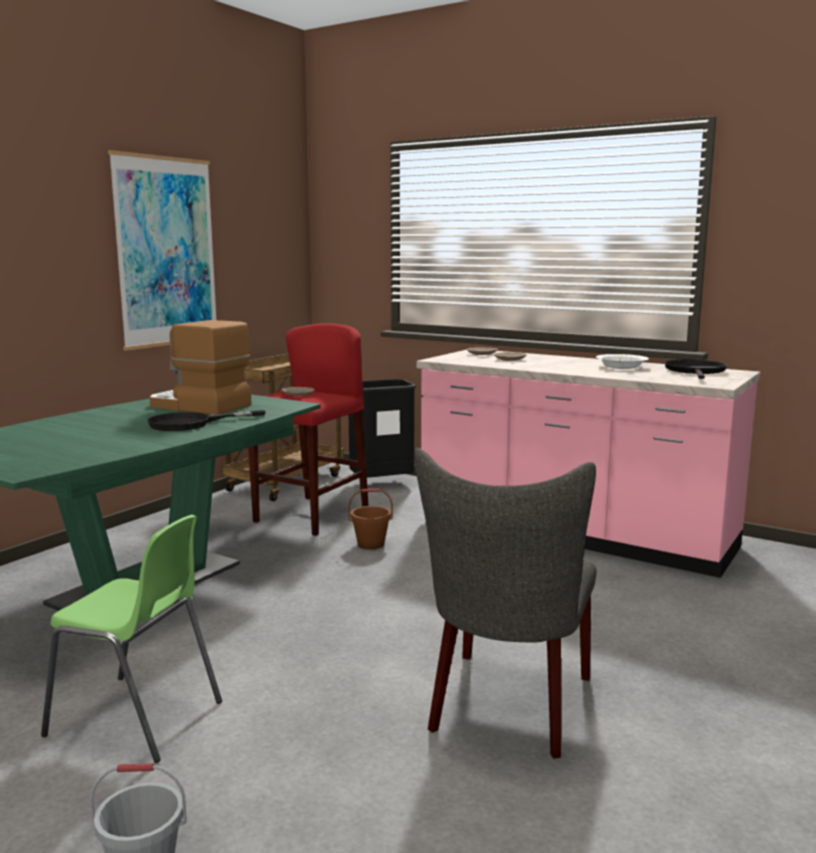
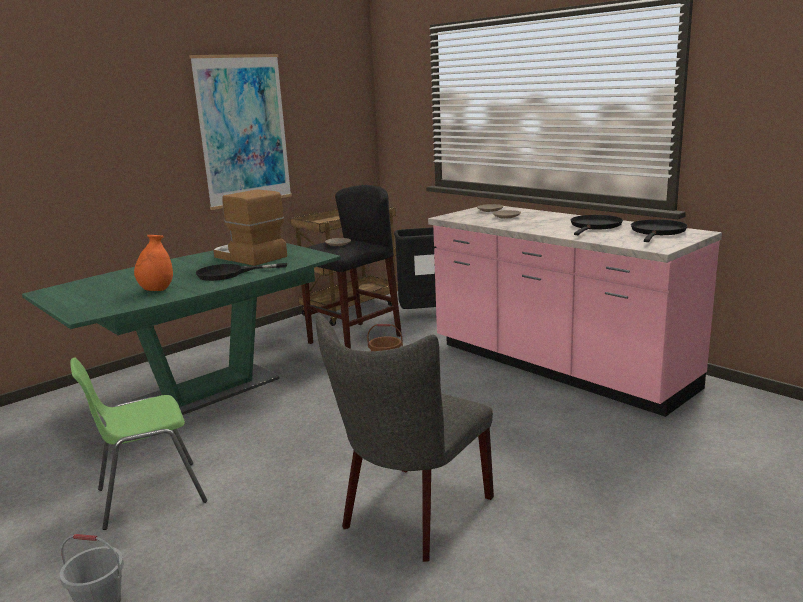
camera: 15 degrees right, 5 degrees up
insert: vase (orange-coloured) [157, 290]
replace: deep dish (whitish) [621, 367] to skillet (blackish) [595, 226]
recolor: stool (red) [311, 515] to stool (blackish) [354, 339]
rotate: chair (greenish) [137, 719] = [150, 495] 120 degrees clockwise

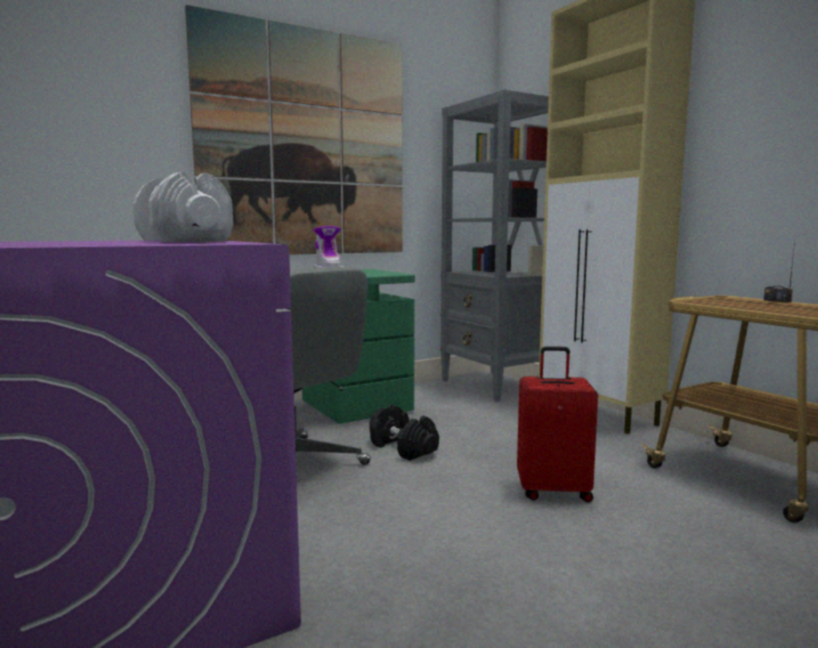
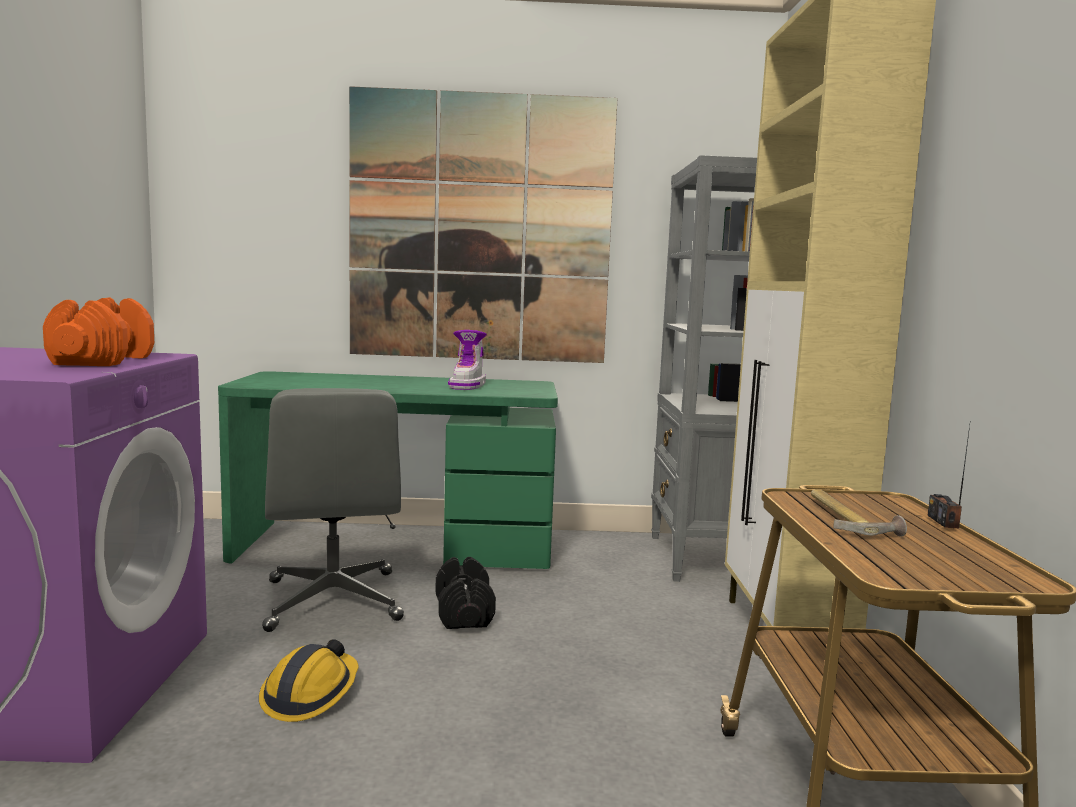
camera: 30 degrees right, 0 degrees up
delete: travel case (red) [553, 491]
insert: hard hat [310, 694]; hand hammer [847, 519]
recolor: hand weight (whitish) [183, 240] to hand weight (orange-coloured) [102, 360]

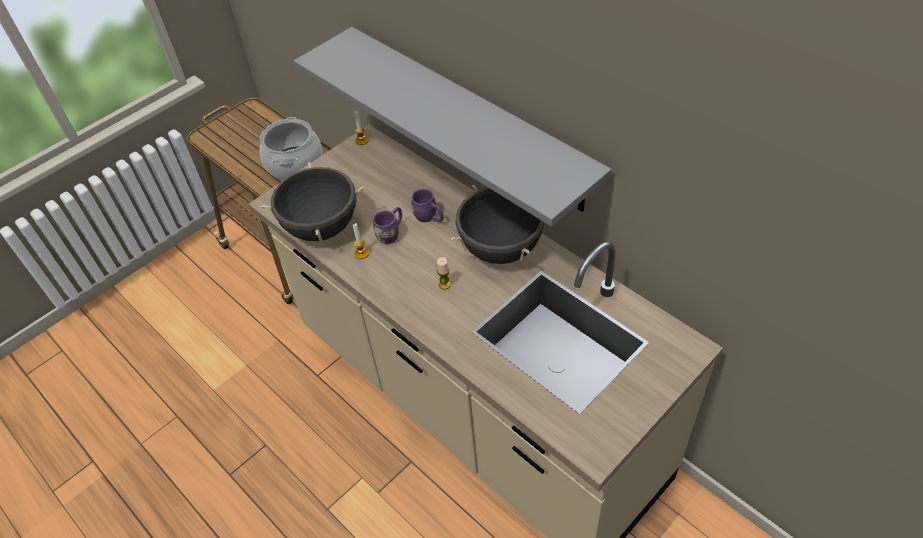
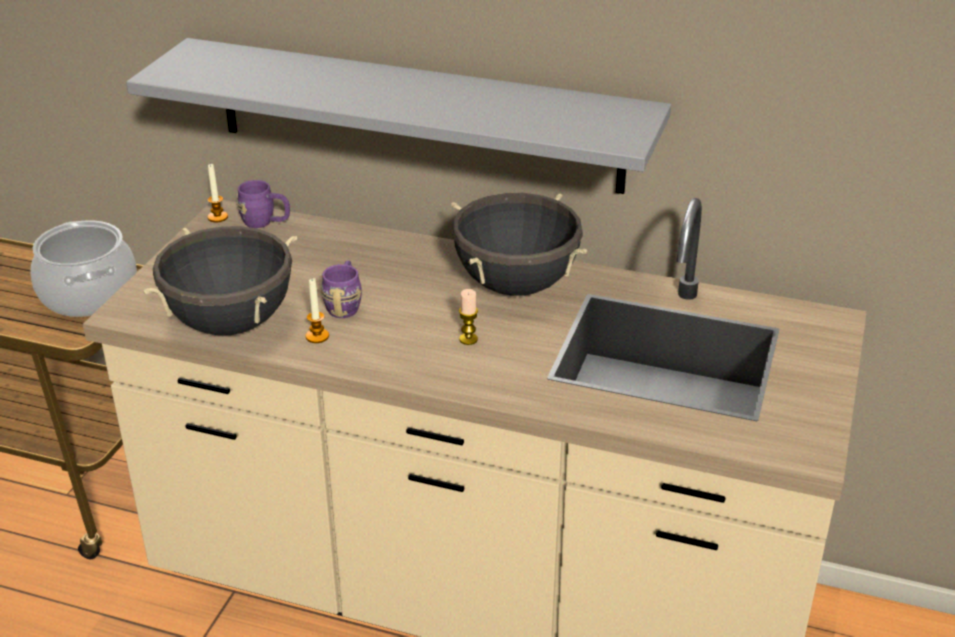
camera: 30 degrees left, 15 degrees down
move: mug (purple-coloured) [429, 218] to [265, 222]

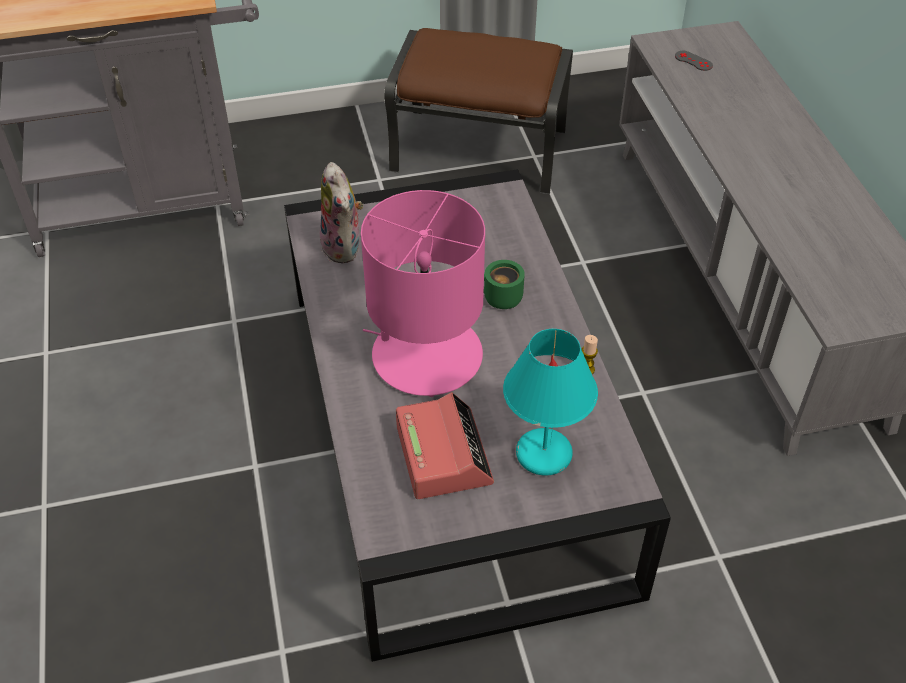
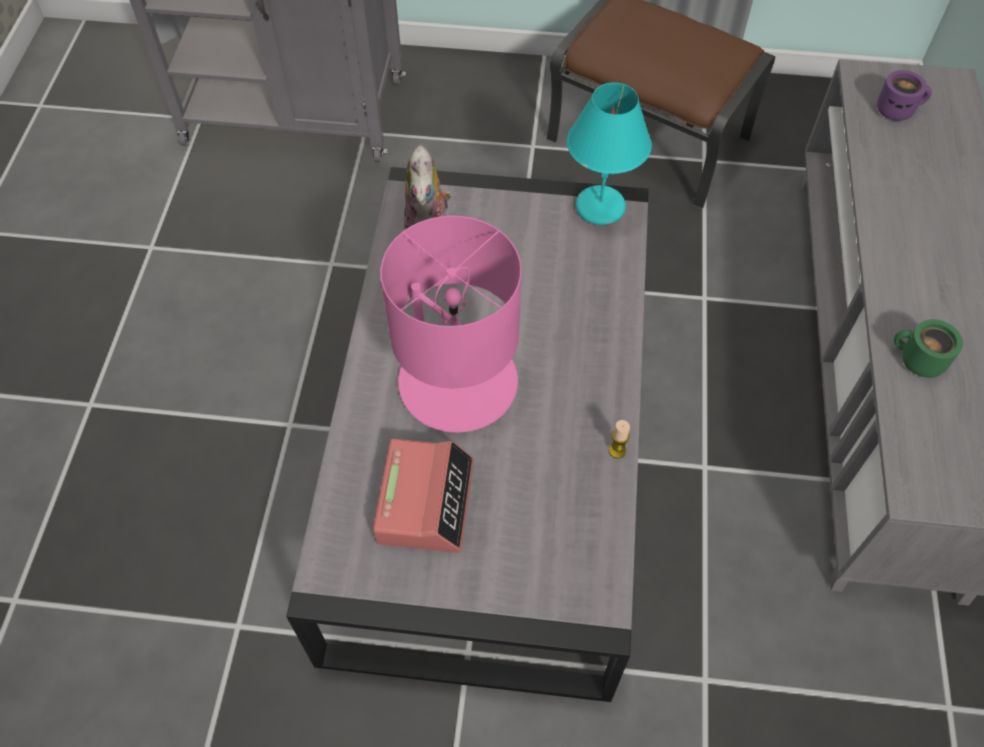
camera: 20 degrees right, 10 degrees up
move: mug (greenish) [499, 299] to [917, 361]; tabletop lamp (blue-green) [543, 453] to [599, 206]
replace: gamepad (gray) [693, 61] to mug (purple-coloured) [897, 109]

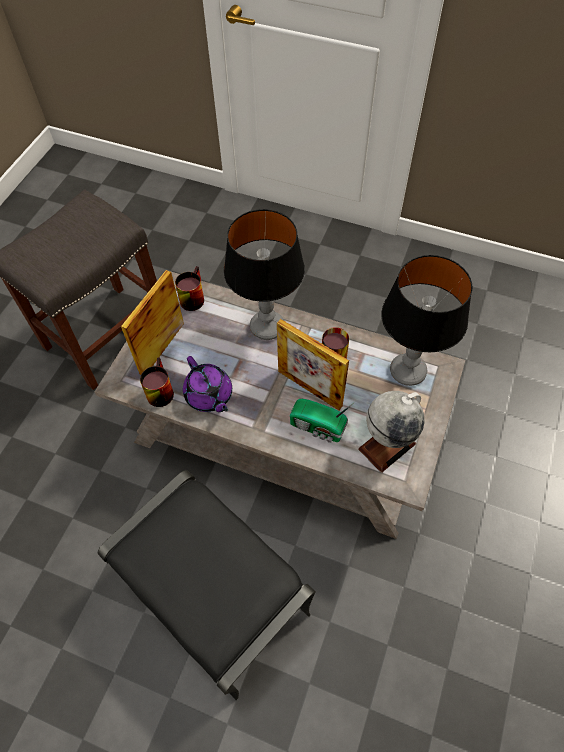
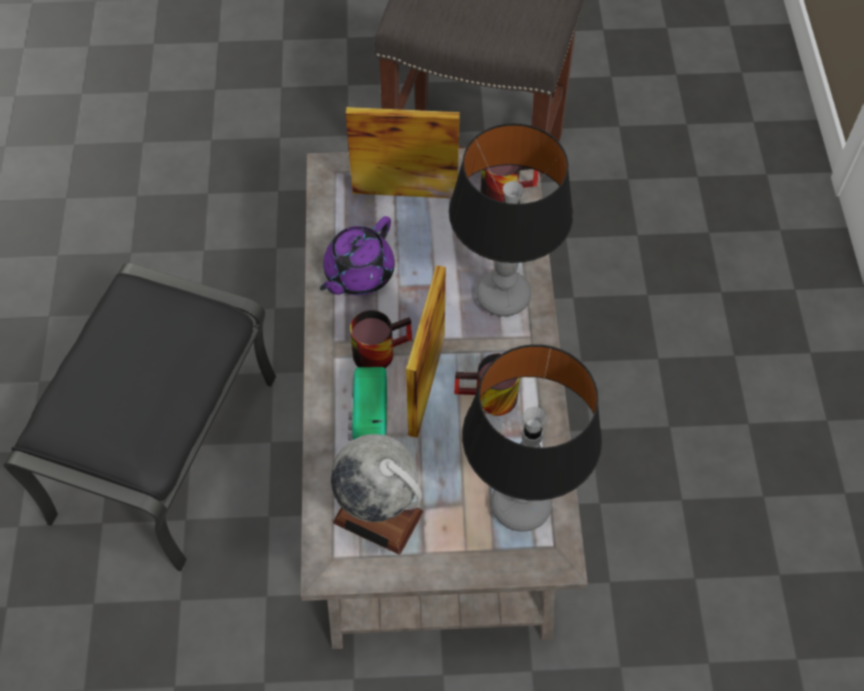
camera: 65 degrees right, 0 degrees up
move: mug [158, 390] to [378, 348]

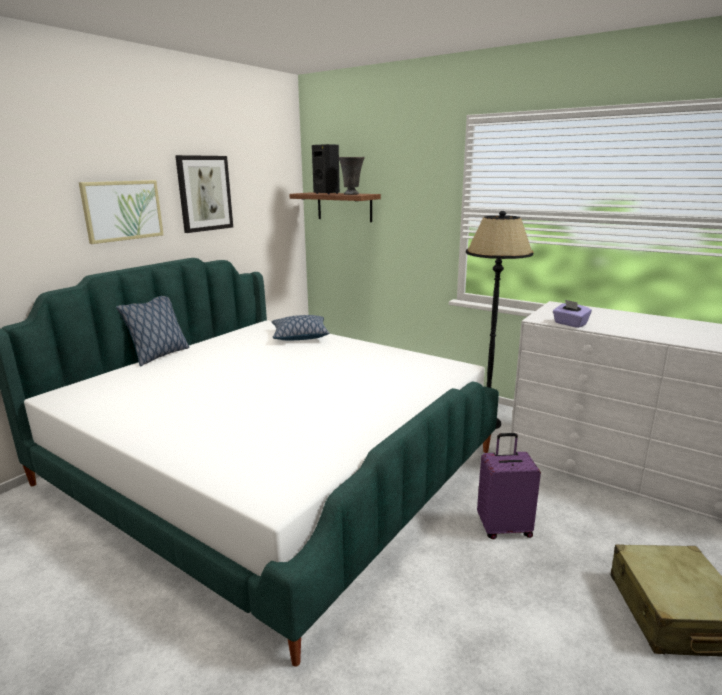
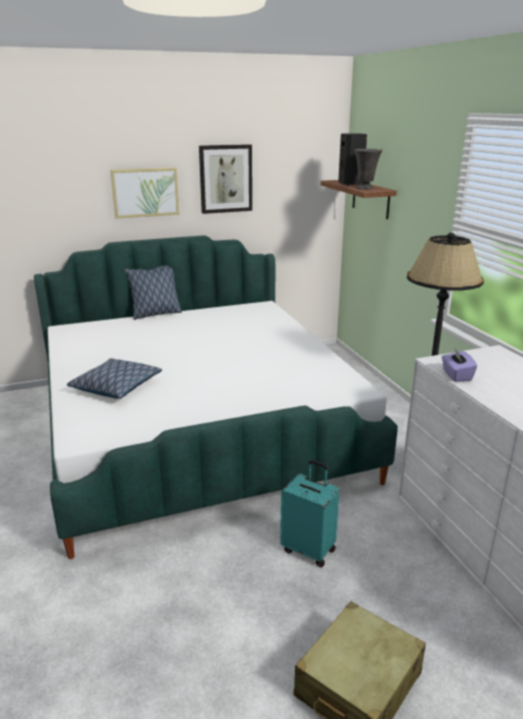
camera: 35 degrees right, 5 degrees up
move: throw pillow [299, 336] to [116, 387]
recolor: travel case (purple-coloured) [504, 527] to travel case (blue-green) [309, 549]

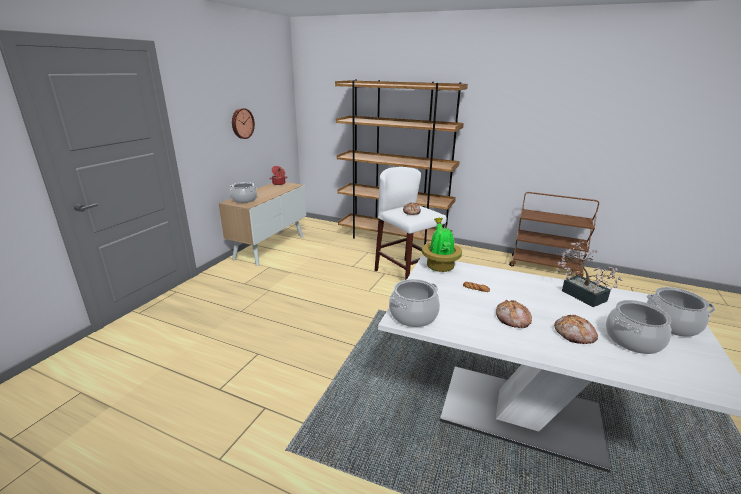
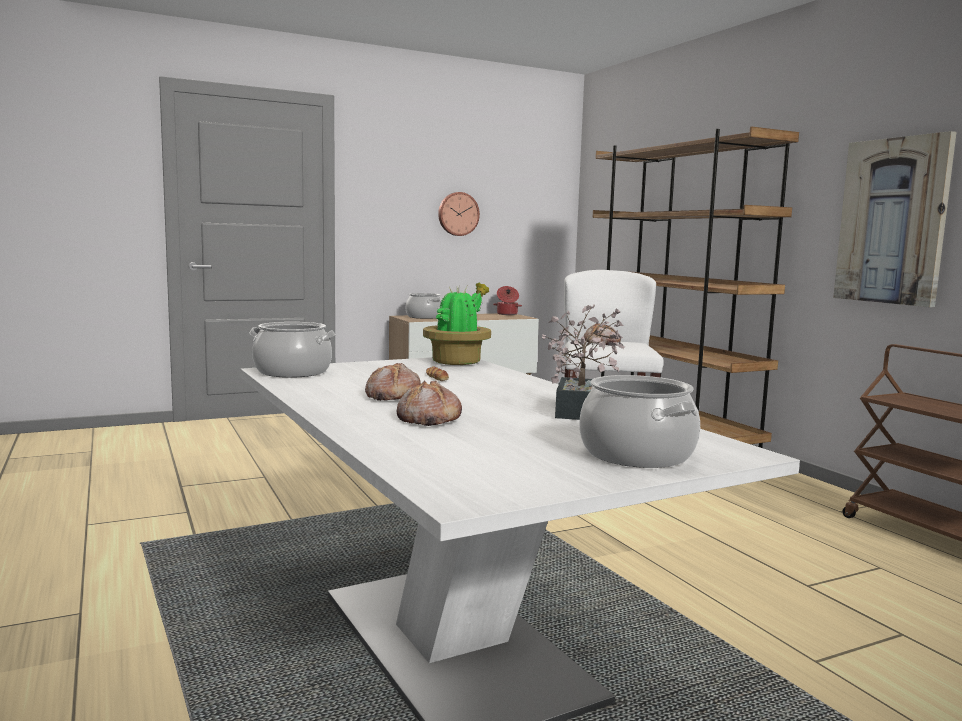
camera: 40 degrees right, 15 degrees down
delete: cooking pot [632, 340]
insert: wall picture [892, 221]

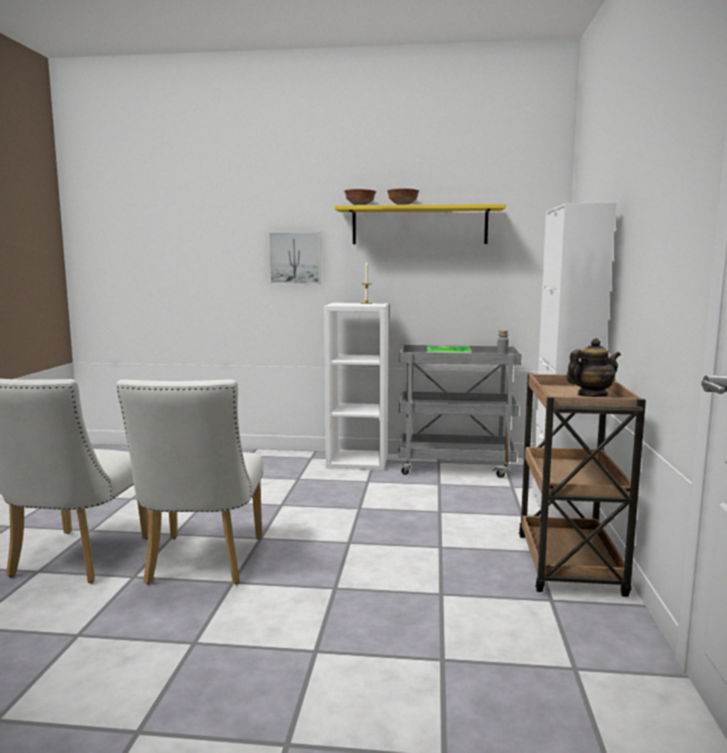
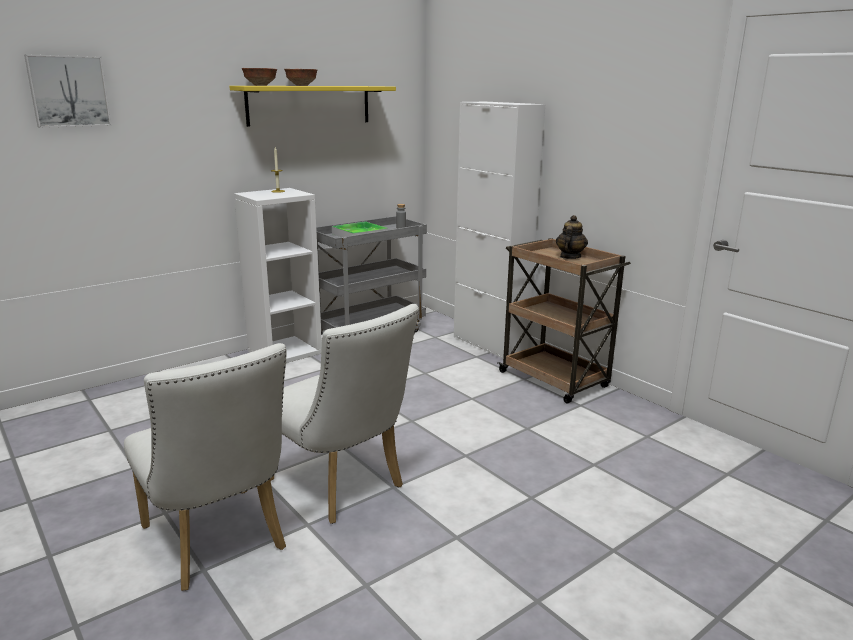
camera: 45 degrees left, 10 degrees up
move: wall picture [295, 258] to [68, 91]

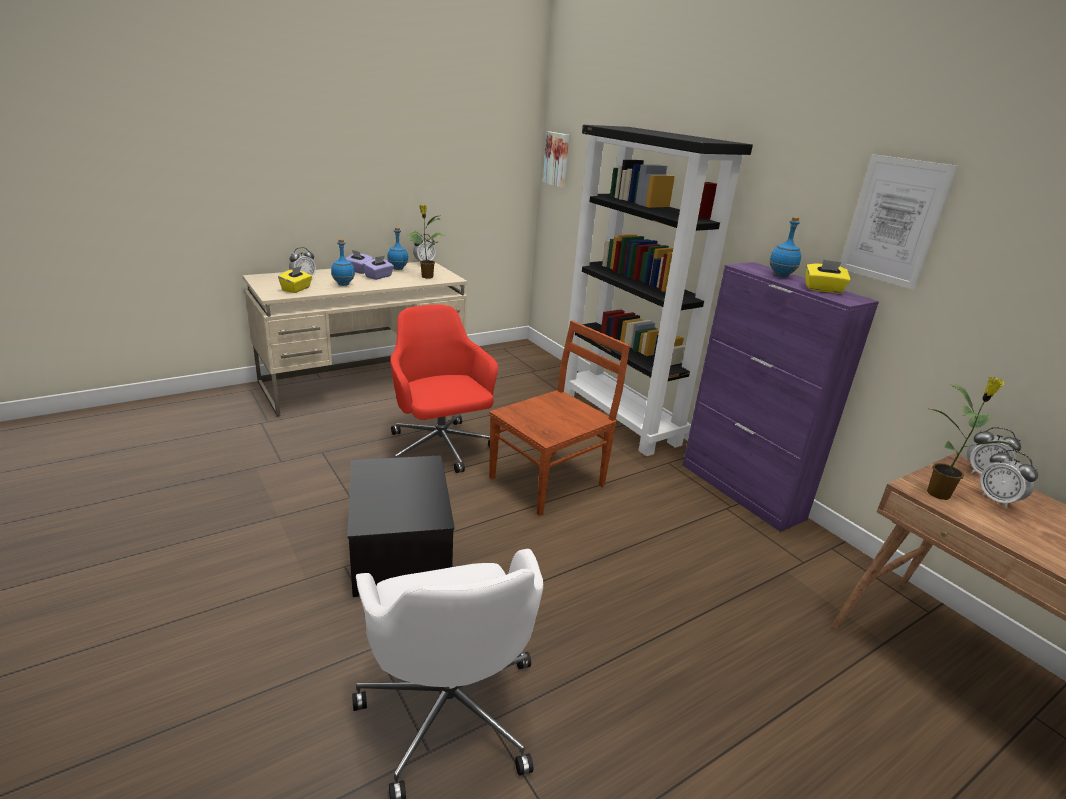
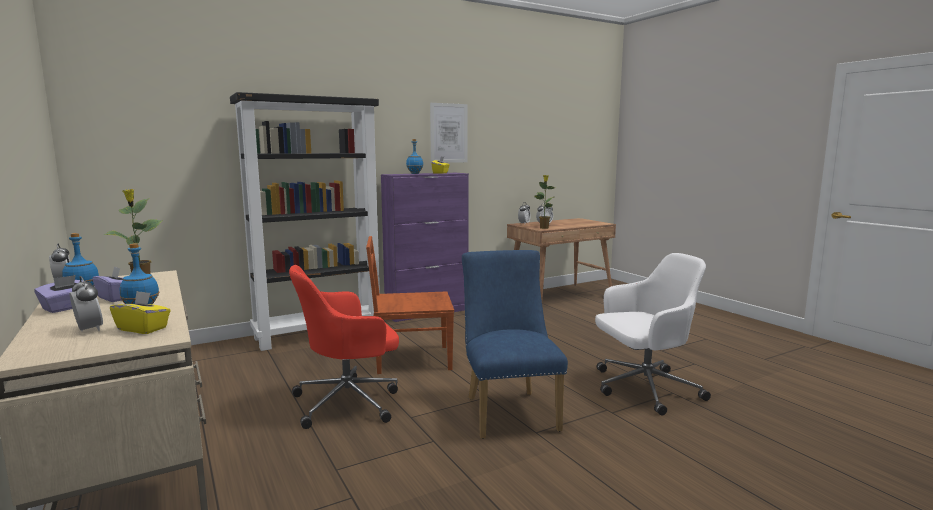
camera: 85 degrees left, 15 degrees down
delete: wall picture [557, 159]
replace: storage container [402, 550] to chair (blue-coloured) [509, 410]
rotate: chair (brown) [549, 480] = [411, 359] 60 degrees counterclockwise

